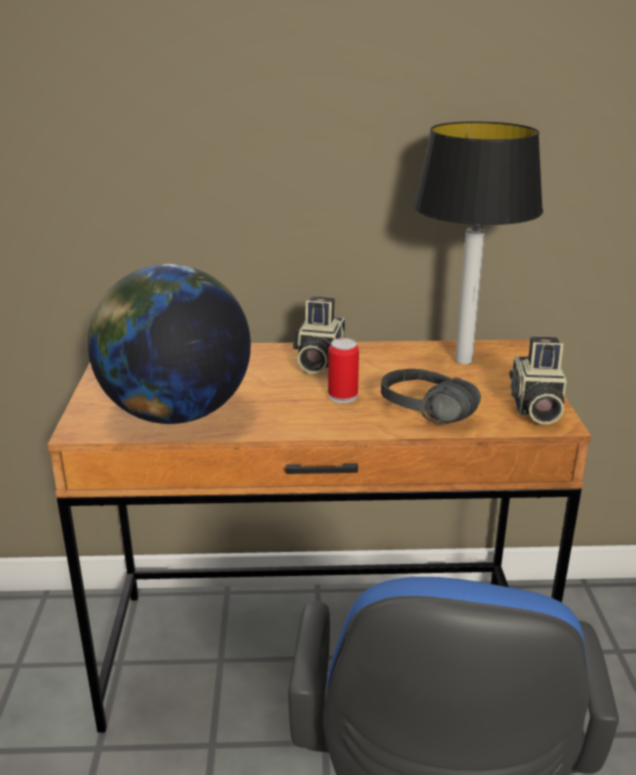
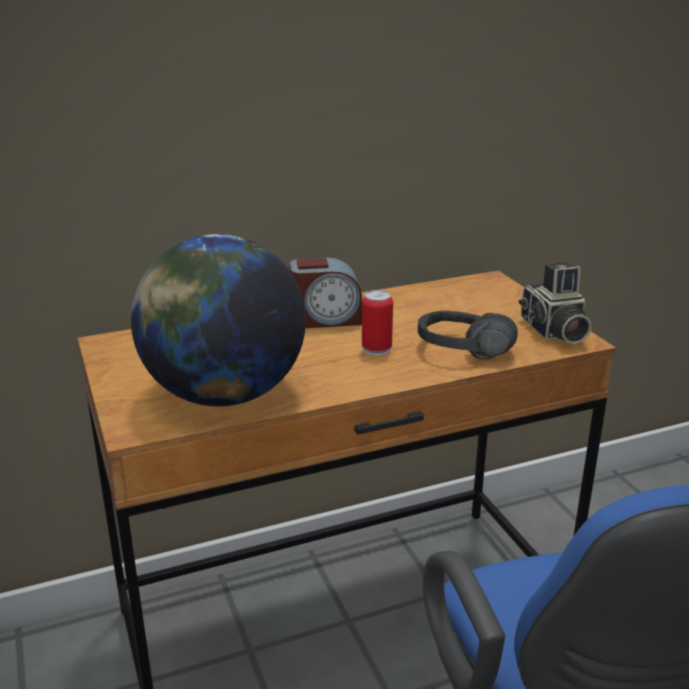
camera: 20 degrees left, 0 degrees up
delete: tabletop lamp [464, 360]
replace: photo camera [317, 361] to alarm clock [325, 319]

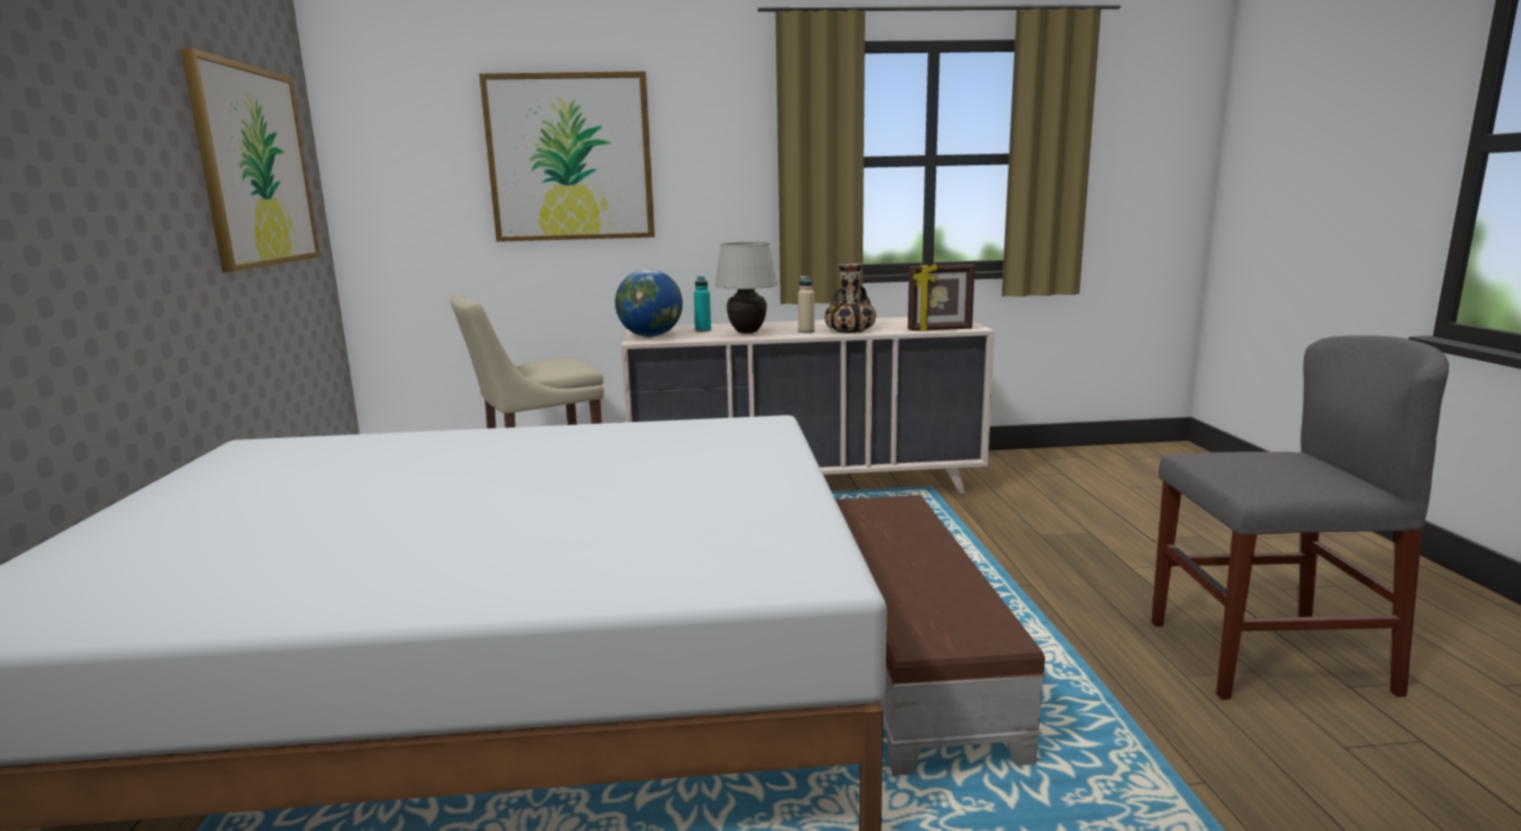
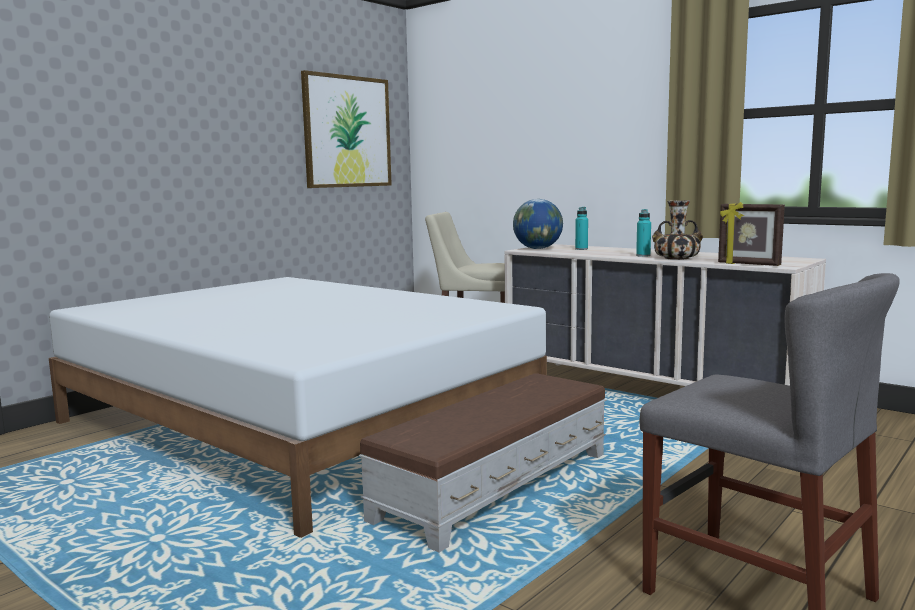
camera: 45 degrees right, 5 degrees down
delete: wall picture [570, 158]; tabletop lamp (whitish) [747, 333]
recolor: drink bottle (sand-coloured) [806, 331] to drink bottle (blue-green) [643, 255]

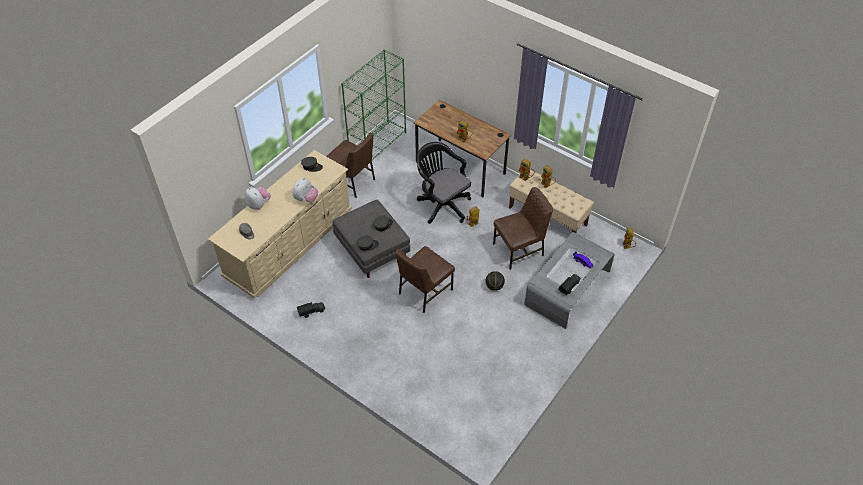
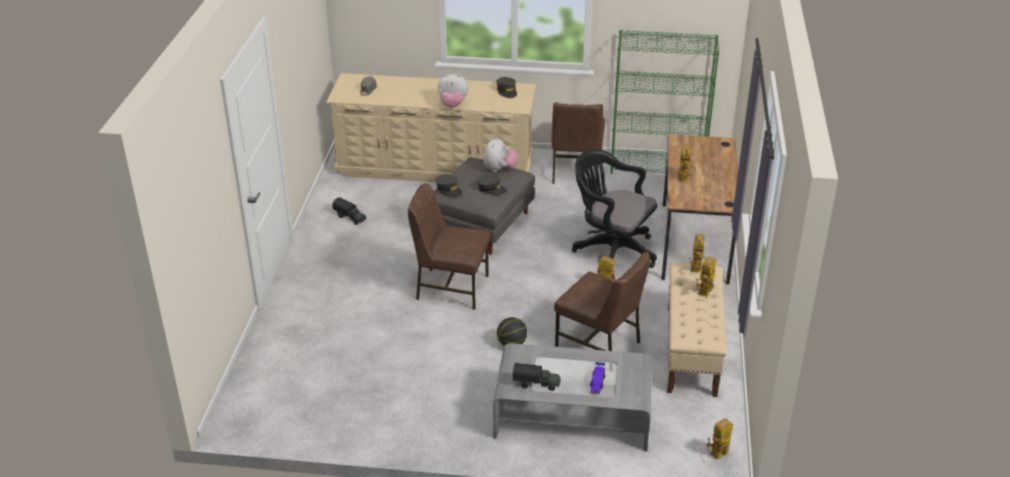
camera: 60 degrees right, 15 degrees down
move: soft toy [259, 205] to [499, 169]
rotate: desk chair (blackish) [442, 204] = [611, 250] 75 degrees counterclockwise

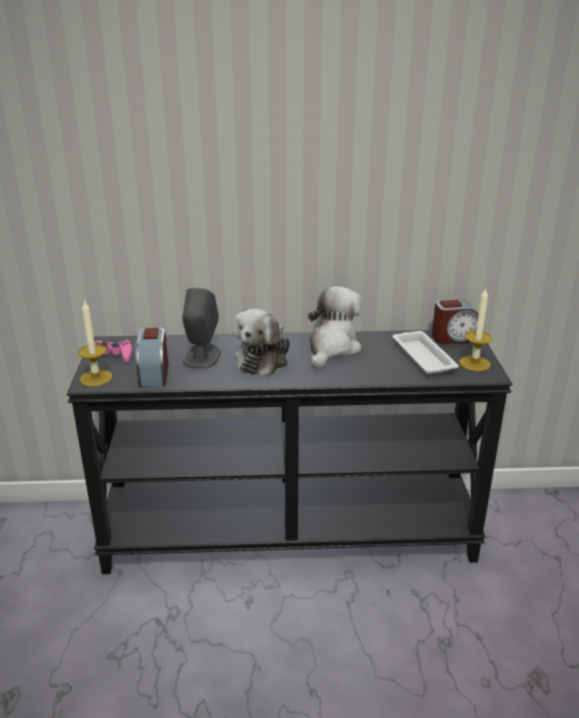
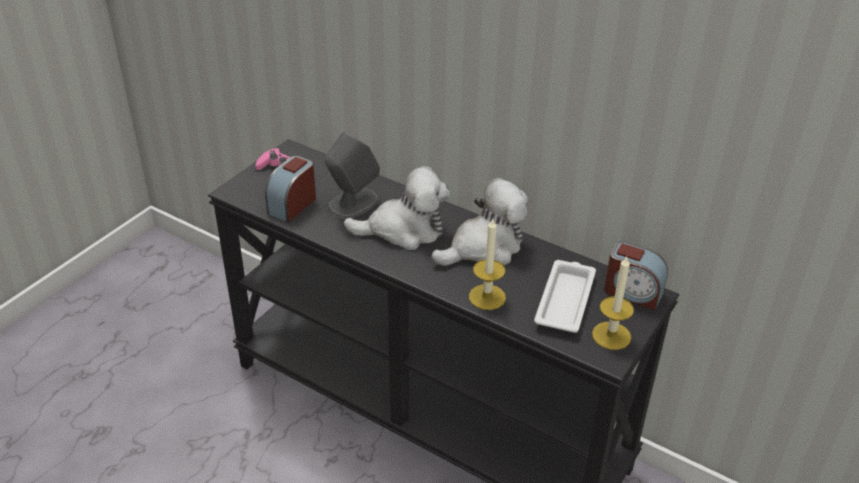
camera: 35 degrees right, 10 degrees up
move: wax candle [96, 378] to [487, 297]
rotate: soft toy [263, 358] = [403, 230] 150 degrees counterclockwise

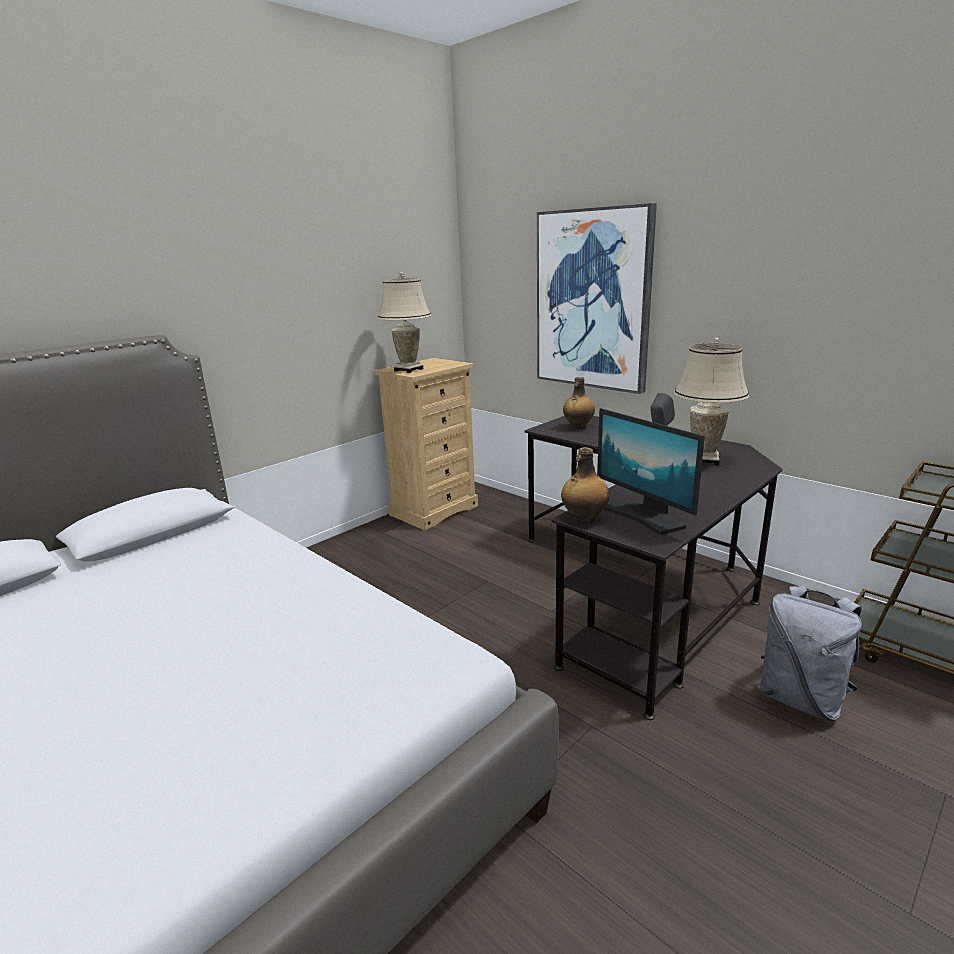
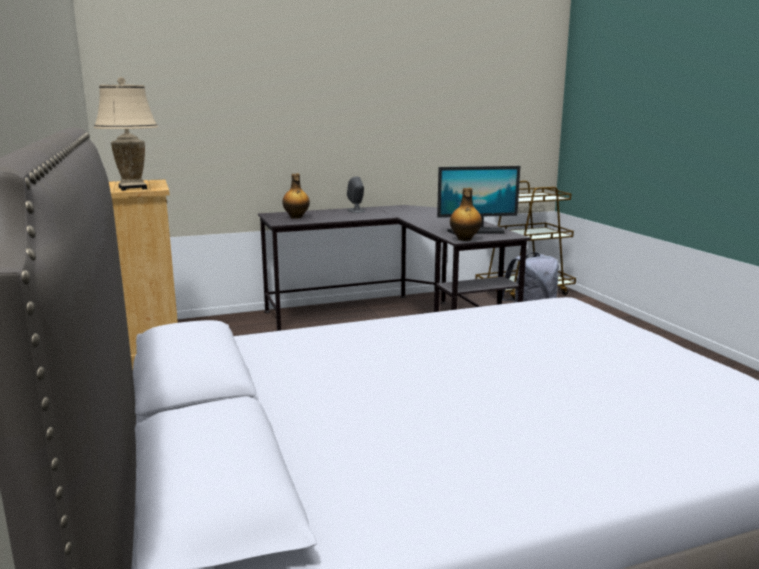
camera: 65 degrees left, 5 degrees down
delete: wall picture [593, 300]; tabletop lamp (sand-coloured) [704, 459]

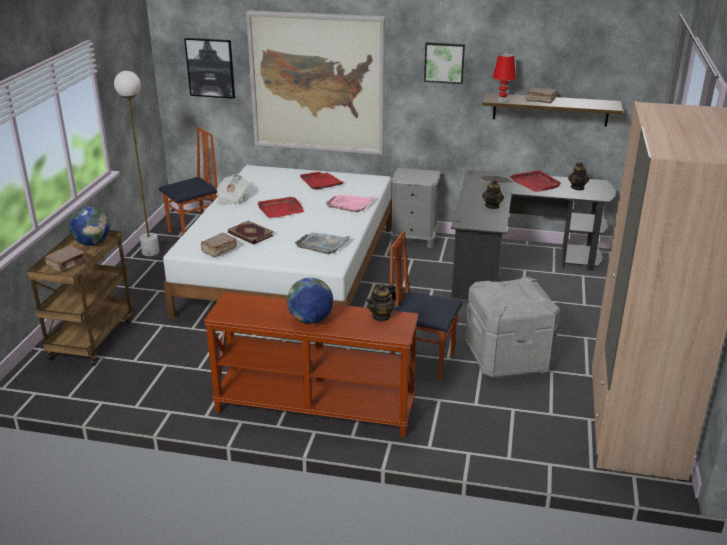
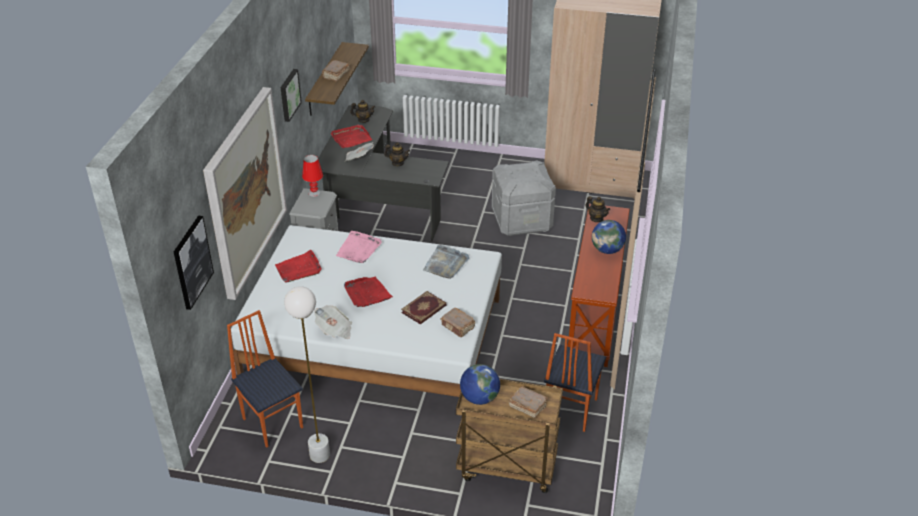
camera: 90 degrees left, 10 degrees up
move: chair [422, 362] to [569, 410]; tabletop lamp (red) [502, 99] to [314, 193]

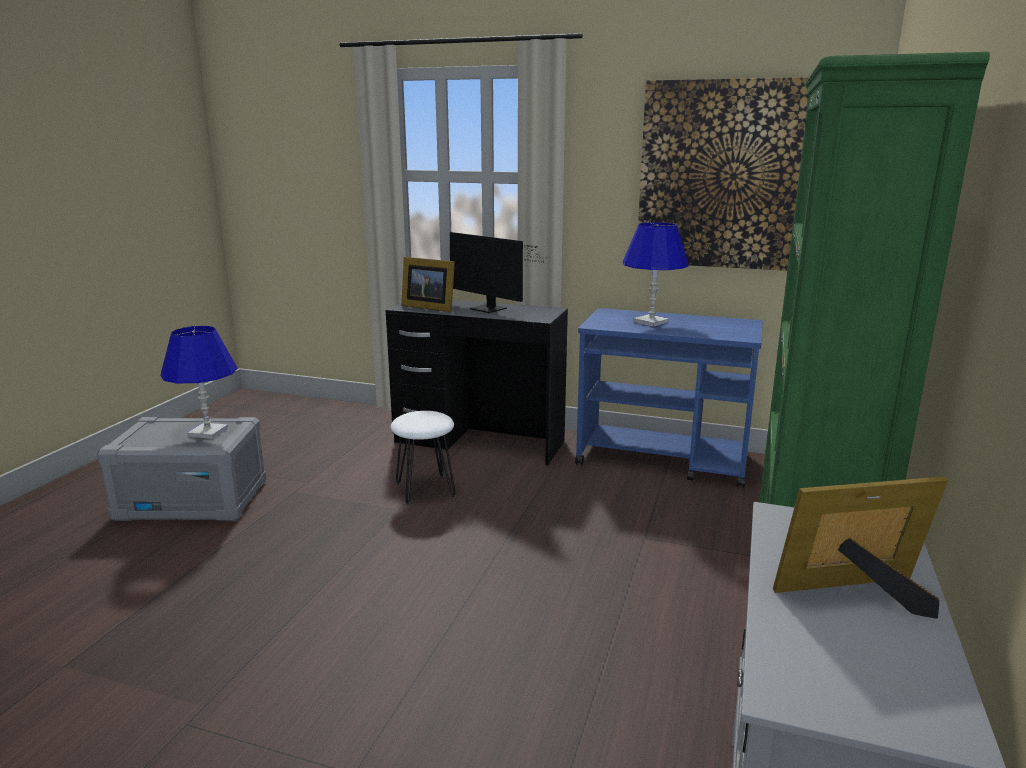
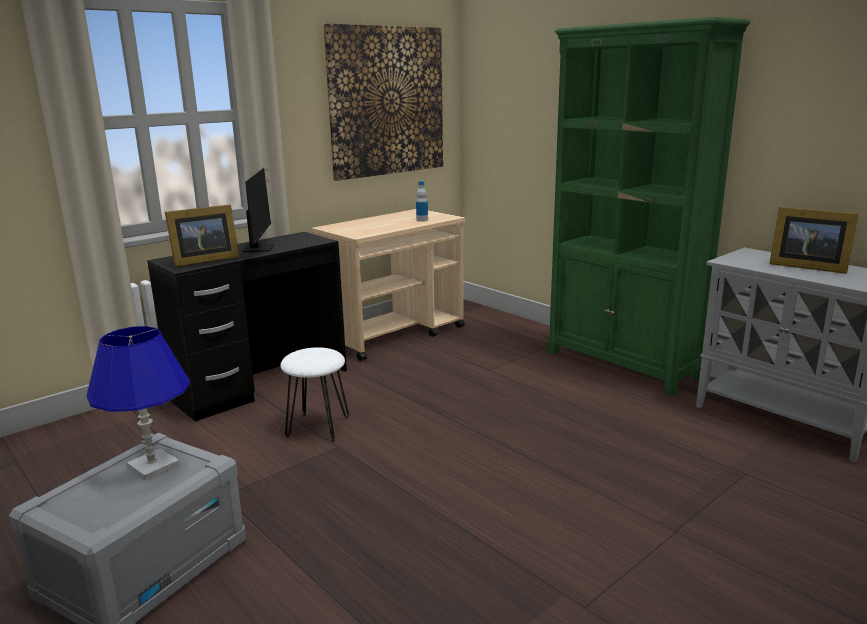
camera: 60 degrees left, 0 degrees up
delete: tabletop lamp (blue-coloured) [651, 322]
insert: drink bottle [422, 220]
recolor: cart (blue-coloured) [664, 460] to cart (sand-coloured) [395, 334]
rotate: computer screen [491, 309] = [261, 247] 75 degrees counterclockwise; picture frame [858, 595] = [805, 266] 75 degrees counterclockwise

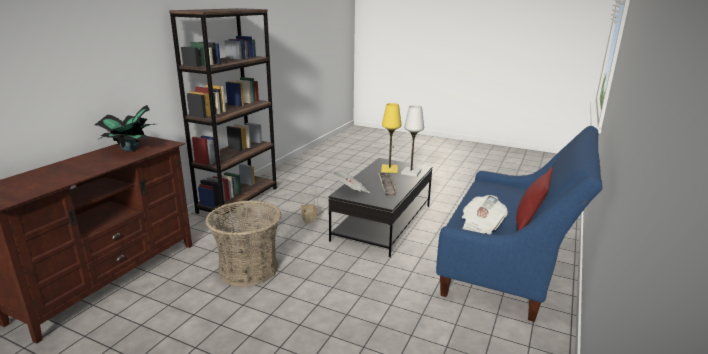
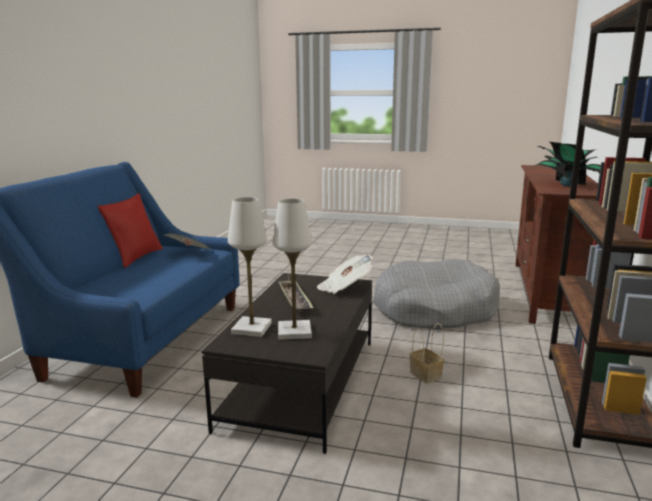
camera: 170 degrees right, 5 degrees down
replace: basket [248, 269] to dog cushion (gray) [434, 309]
recolor: tabletop lamp (yellow-coloured) [389, 169] to tabletop lamp (whitish) [294, 332]

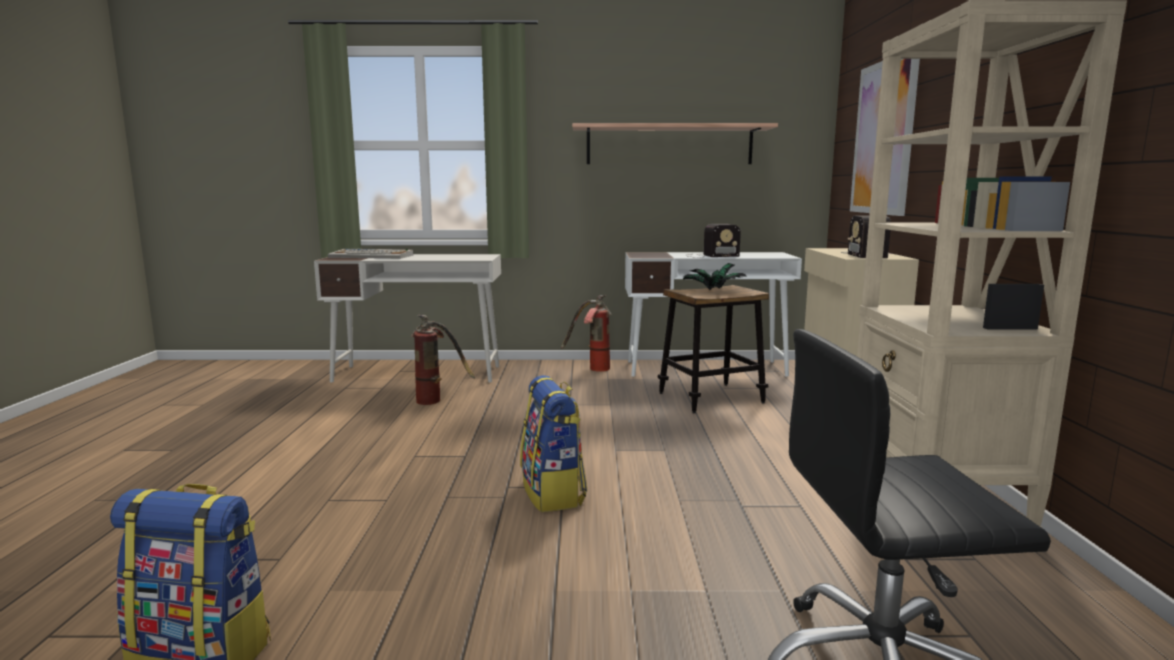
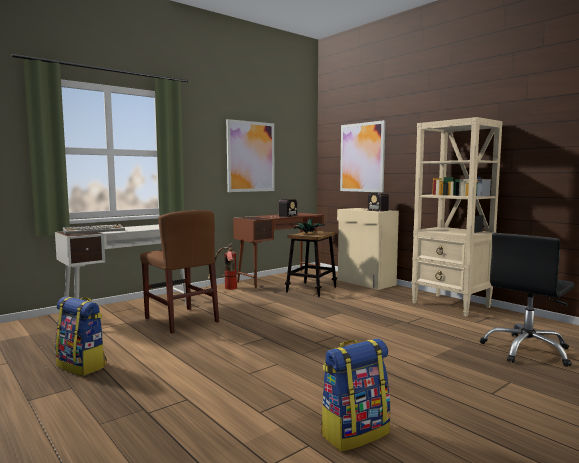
camera: 40 degrees left, 5 degrees down
move: rucksack [554, 493] to [82, 366]
replace: extinguisher [438, 400] to chair (brown) [181, 320]; wall shelf [669, 145] to wall picture [250, 156]
recolor: desk unit (whitish) [706, 368] to desk unit (brown) [280, 278]

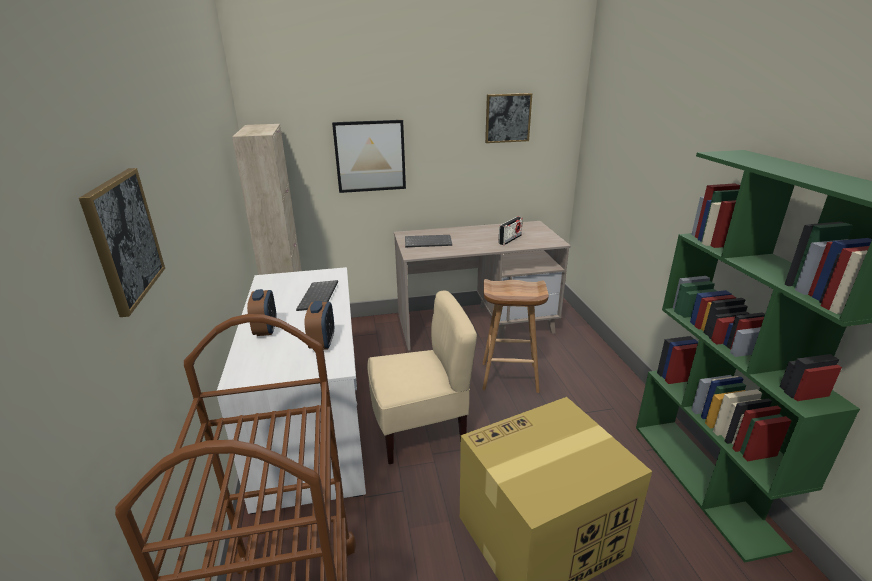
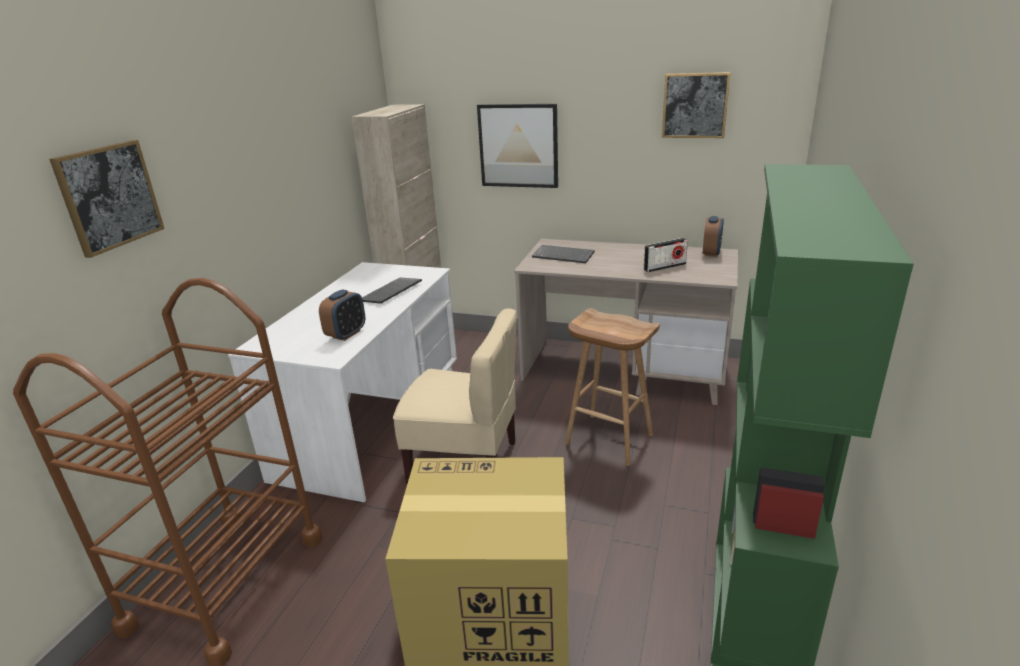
camera: 30 degrees right, 0 degrees up
move: alarm clock [266, 329] to [711, 253]

